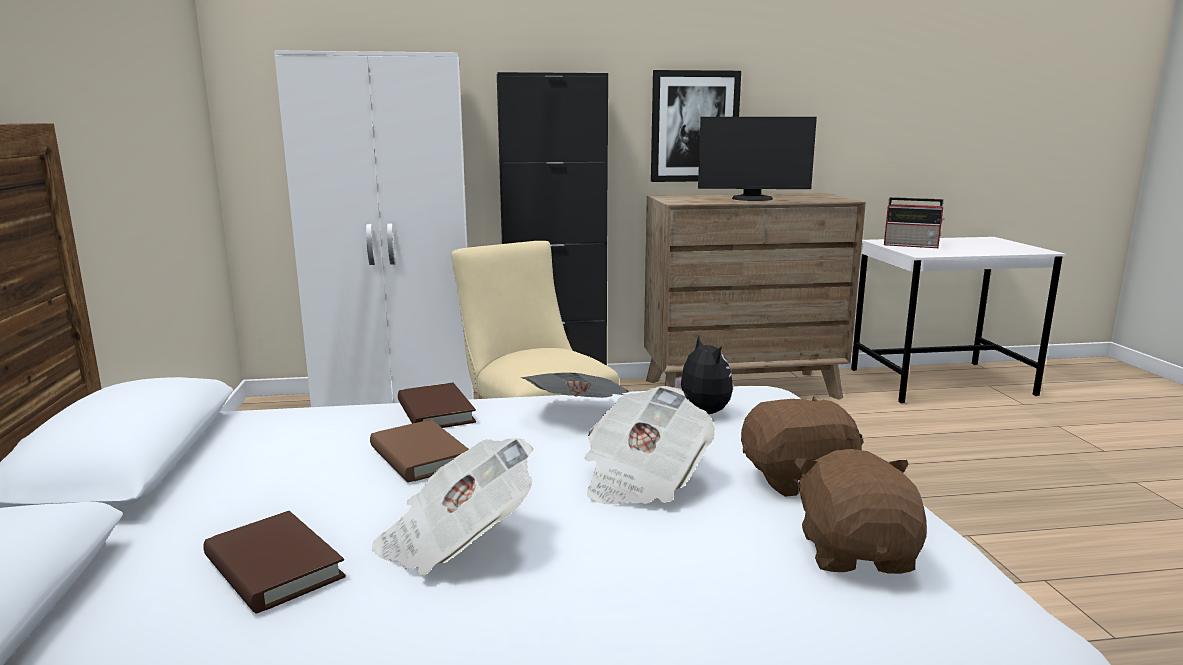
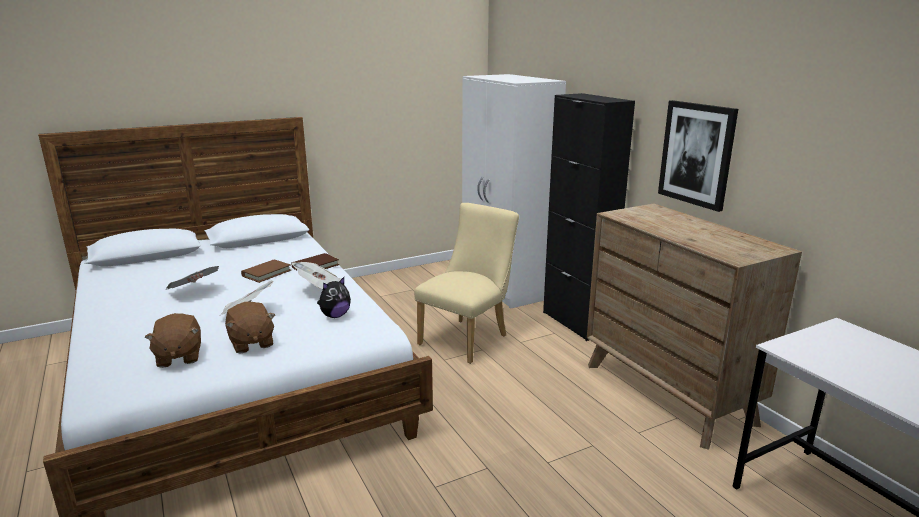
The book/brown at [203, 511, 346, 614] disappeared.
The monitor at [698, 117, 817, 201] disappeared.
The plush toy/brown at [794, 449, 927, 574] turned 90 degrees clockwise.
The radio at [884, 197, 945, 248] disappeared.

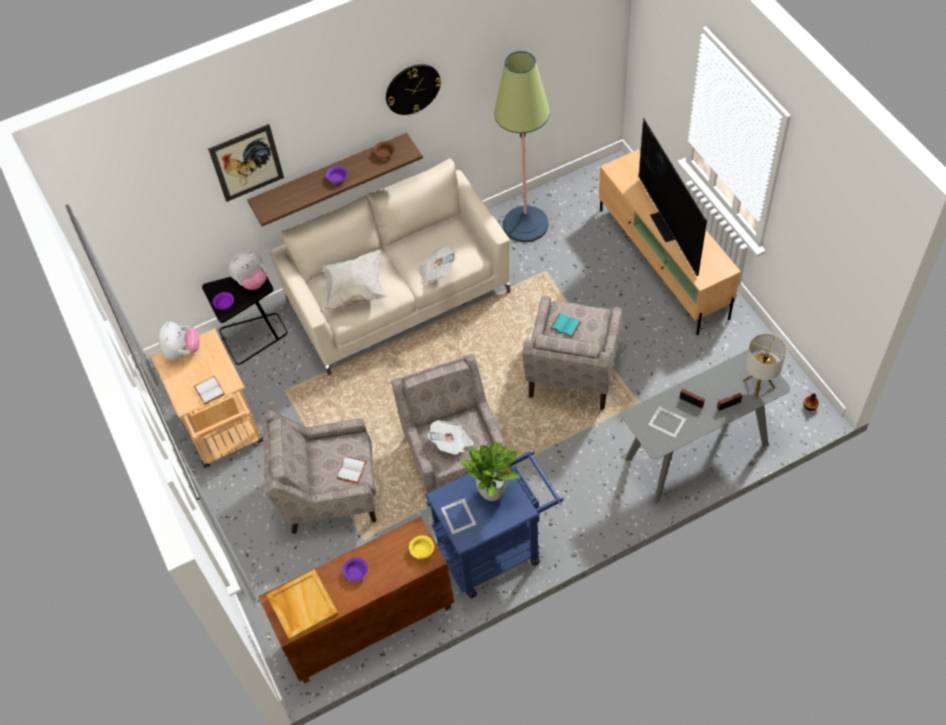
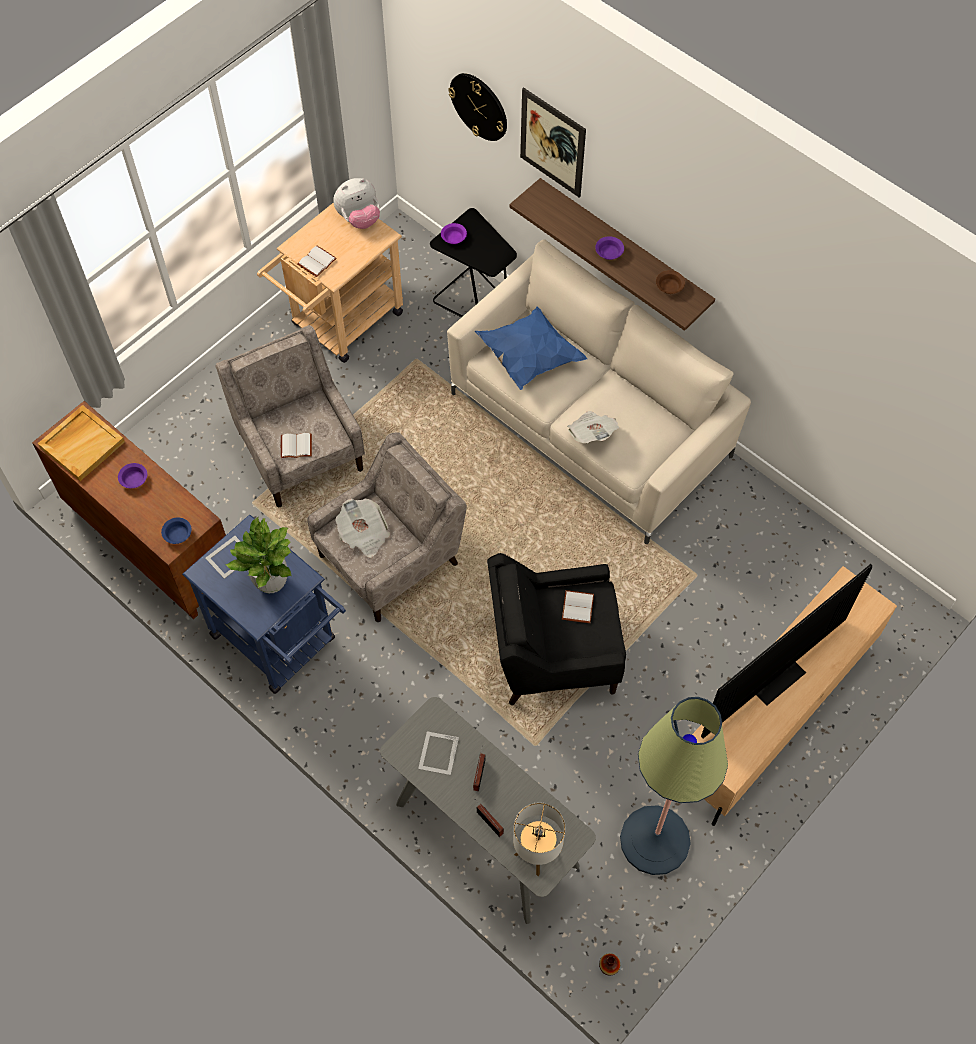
The plush toy at [228, 250, 267, 290] disappeared.
The pillow/white at [320, 250, 388, 311] became the pillow/blue at [475, 307, 587, 390].
The wall clock moved from [386, 64, 441, 115] to [448, 73, 507, 141].
The bowl/yellow at [409, 535, 434, 559] became the bowl/blue at [161, 517, 192, 544].
The floor lamp moved from [494, 51, 550, 242] to [620, 697, 728, 875].
The armchair/beige at [522, 296, 622, 410] became the armchair/black at [487, 553, 626, 705].
The book/turquoise at [550, 313, 581, 338] became the book/white at [562, 590, 594, 623].

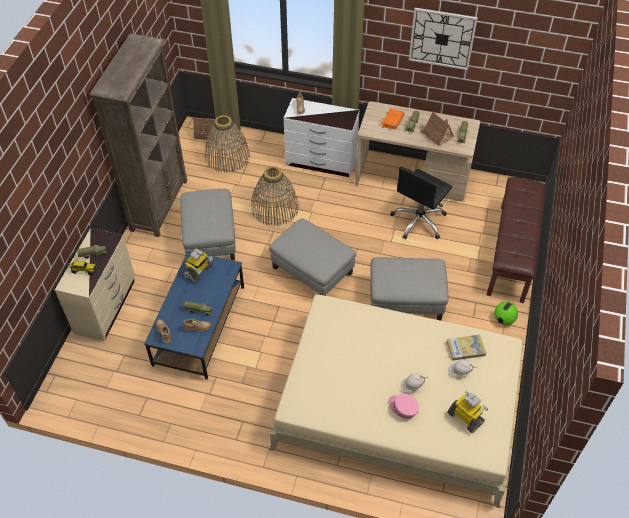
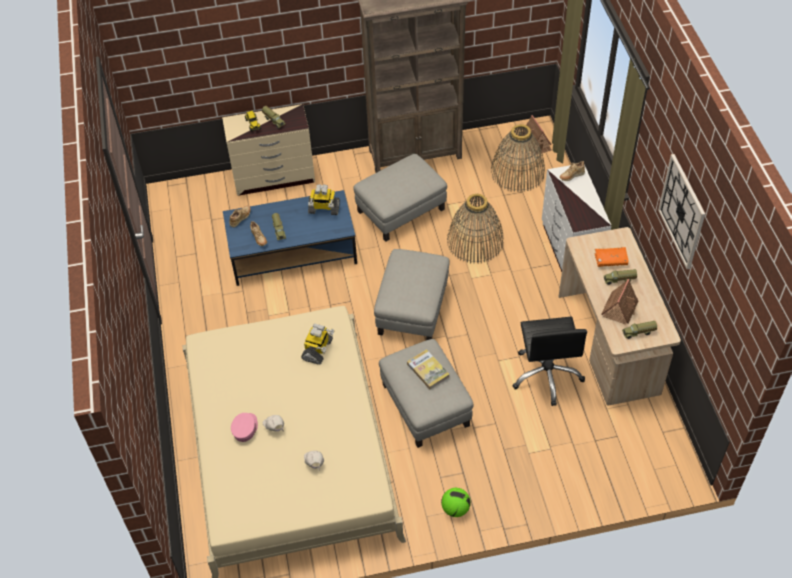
The office chair/black at [391, 167, 452, 240] turned 105 degrees counterclockwise.
The book moved from [446, 335, 486, 361] to [407, 349, 450, 389].
The toy robot moved from [447, 391, 488, 433] to [301, 324, 334, 365].
The bench/brown at [487, 177, 546, 303] disappeared.

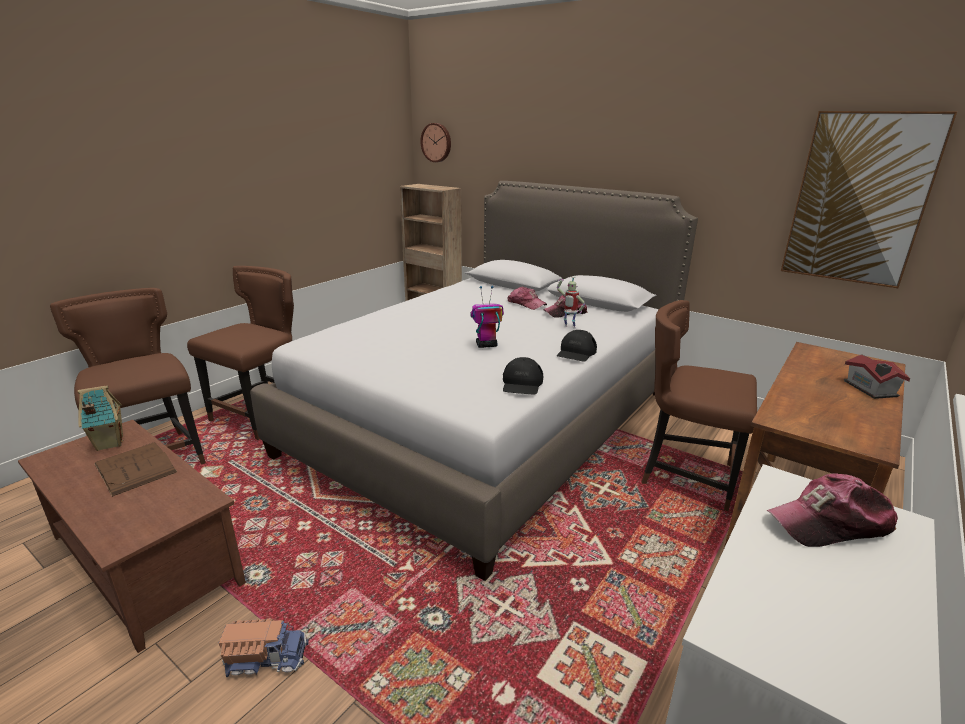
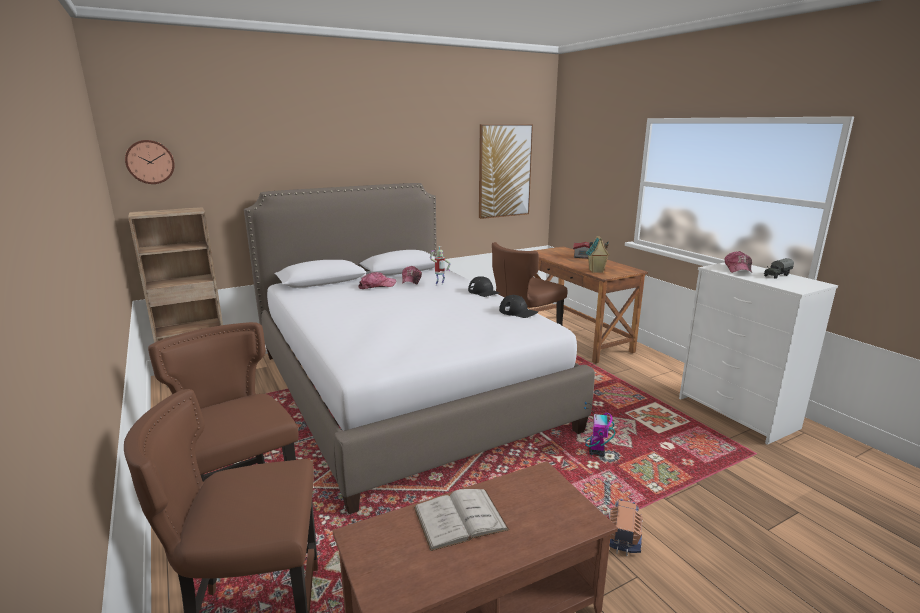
The toy house moved from [78, 385, 123, 451] to [586, 235, 610, 273].
The book/brown at [95, 442, 177, 497] became the book/white at [414, 489, 509, 551].
The toy robot moved from [470, 286, 504, 348] to [584, 402, 616, 457].
The toy truck at [764, 258, 794, 279] appeared.

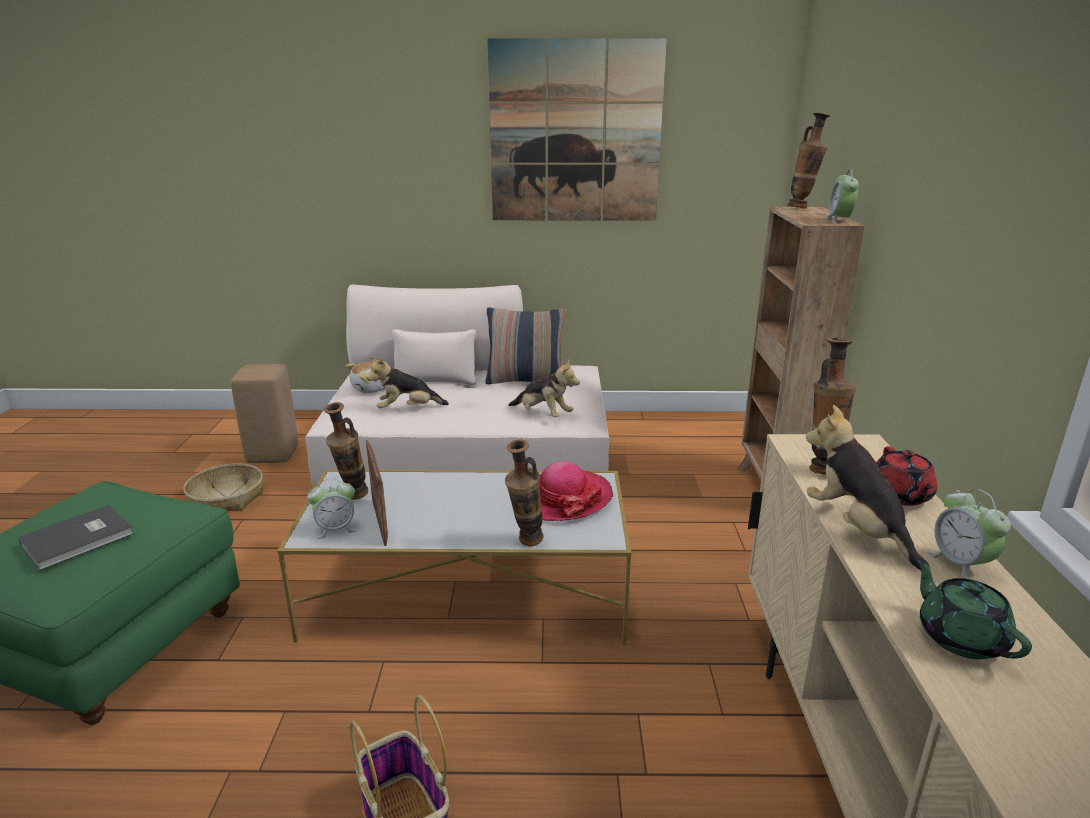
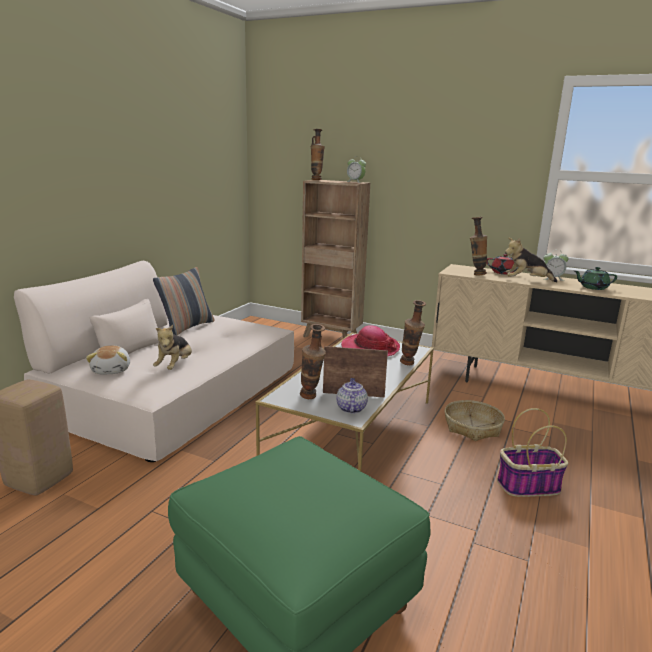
The book/grey at [18, 505, 134, 571] disappeared.
The basket moved from [183, 463, 263, 511] to [444, 400, 505, 441].
The alarm clock at [307, 478, 357, 539] was replaced by the teapot at [336, 378, 368, 414].
The picture at [488, 38, 667, 221] disappeared.
The plush toy at [509, 359, 580, 417] disappeared.

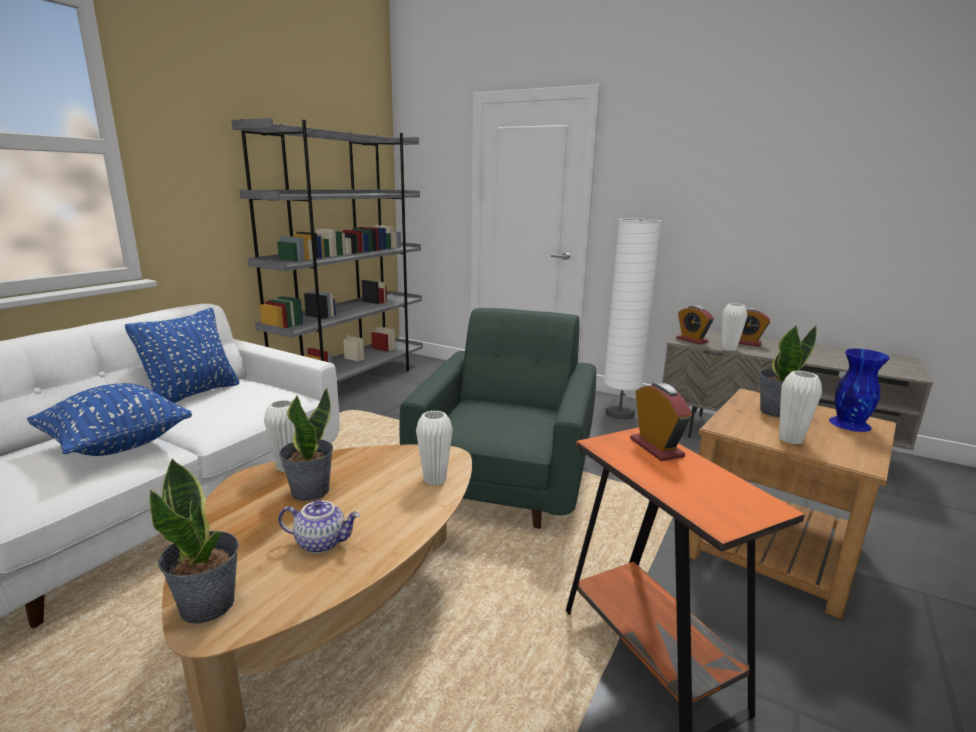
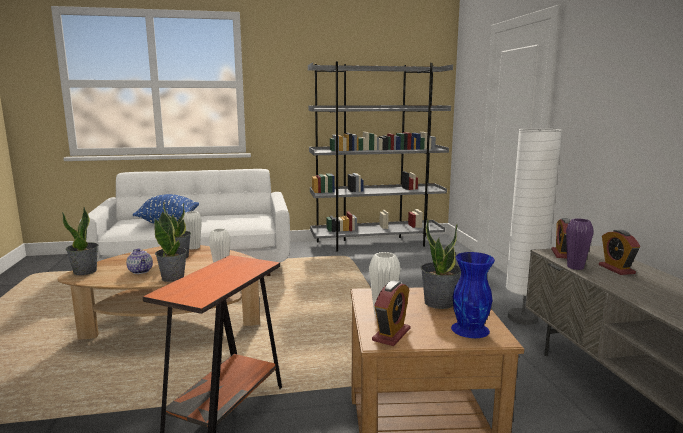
The pillow/blue at [125, 308, 239, 403] disappeared.
The armchair/green at [399, 308, 596, 529] disappeared.
The alarm clock moved from [630, 382, 692, 461] to [372, 280, 411, 346].
The vase/white at [722, 303, 747, 351] became the vase/purple at [566, 218, 594, 270].
The potted plant at [154, 211, 187, 282] appeared.

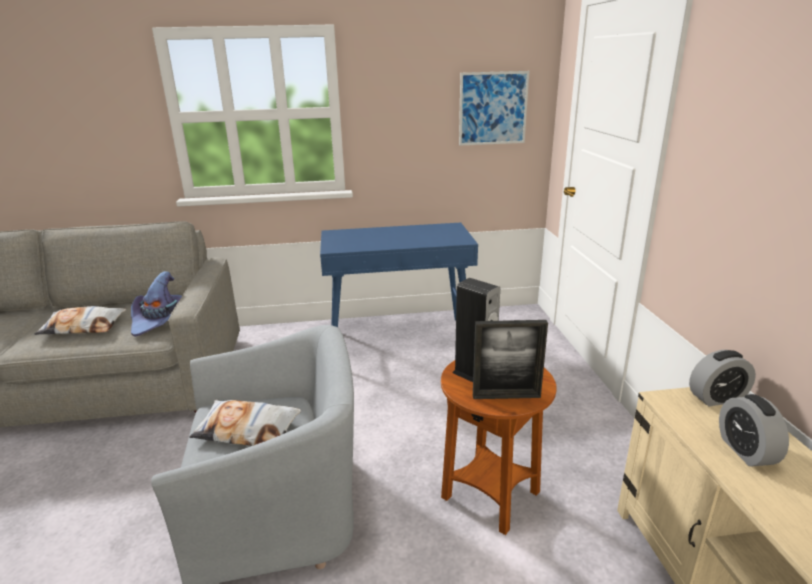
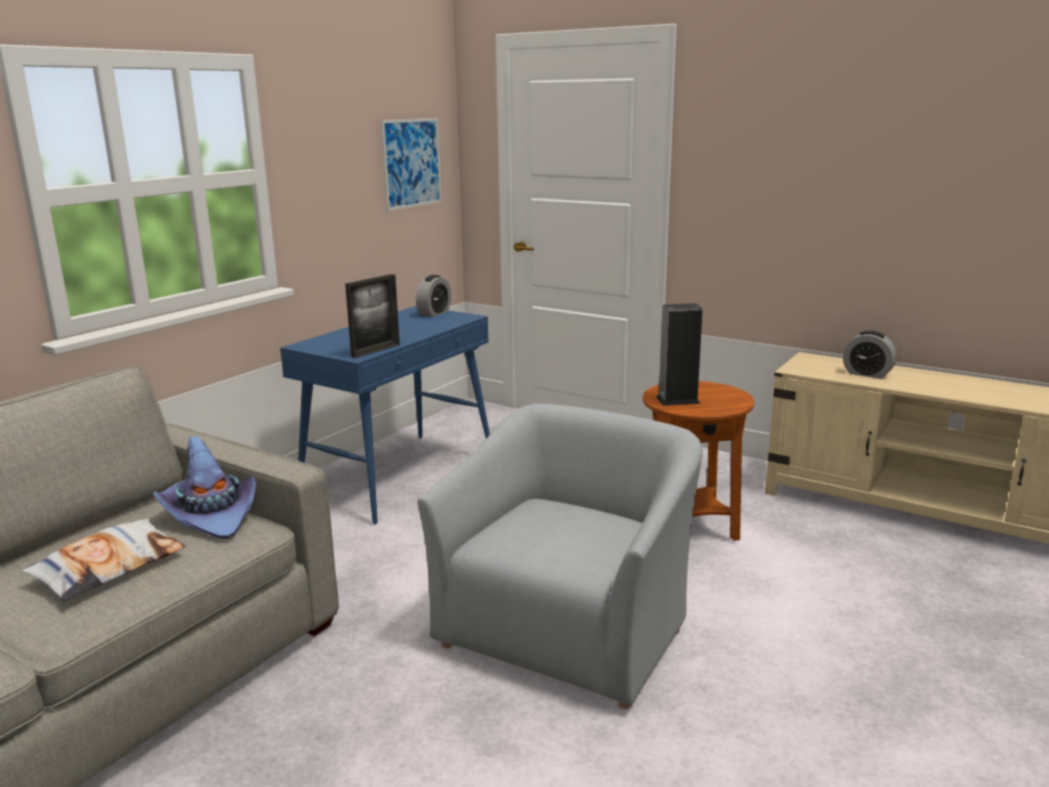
The pillow at [189, 400, 301, 446] disappeared.
The picture frame moved from [473, 320, 548, 399] to [345, 274, 400, 358].
The alarm clock moved from [689, 350, 756, 406] to [416, 275, 451, 317].

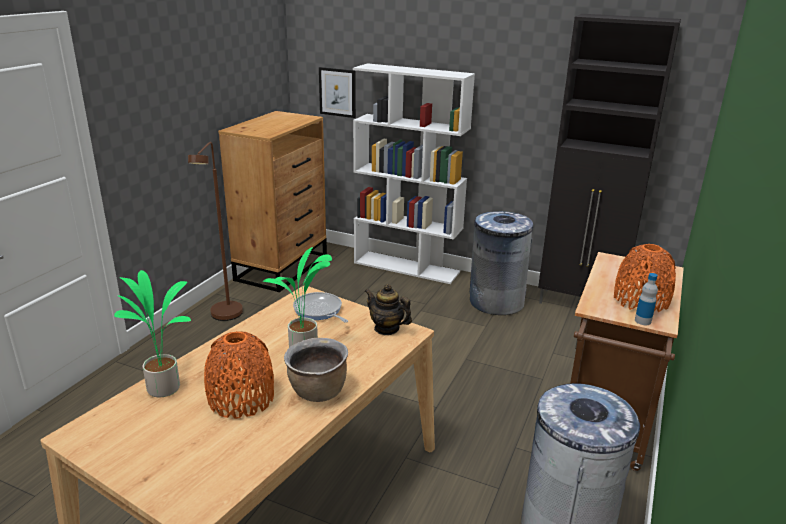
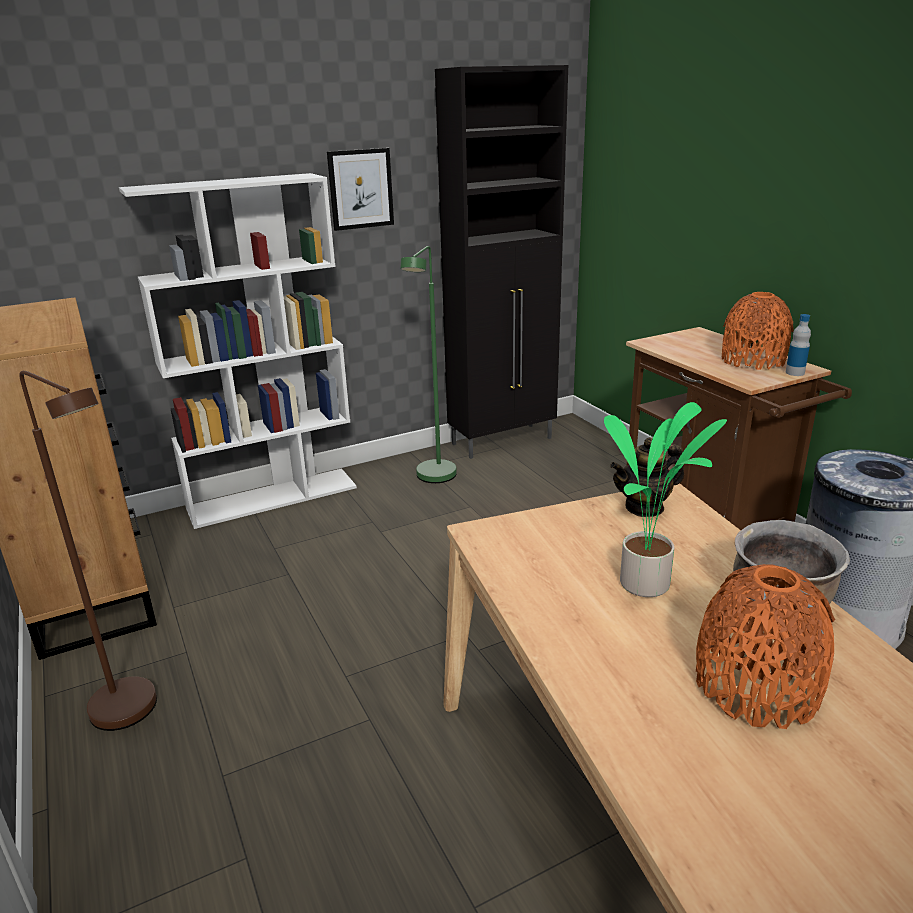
The potted plant at [114, 270, 191, 397] disappeared.
The frying pan at [293, 292, 348, 323] disappeared.
The picture moved from [319, 67, 356, 118] to [327, 148, 394, 231].
The trash can/grey at [470, 211, 533, 315] was replaced by the floor lamp/green at [400, 246, 457, 483].

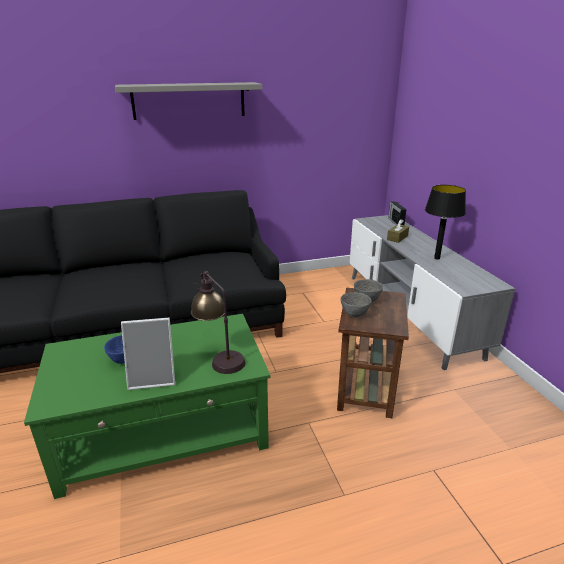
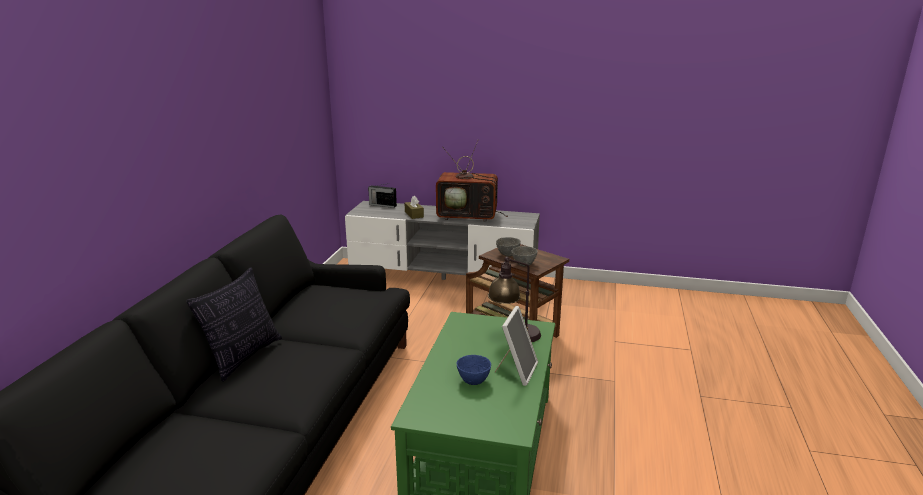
The shelf/grey at [115, 82, 262, 120] disappeared.
The table lamp/black at [425, 185, 466, 260] was replaced by the television at [436, 141, 508, 222].
The pillow at [187, 267, 282, 382] appeared.

